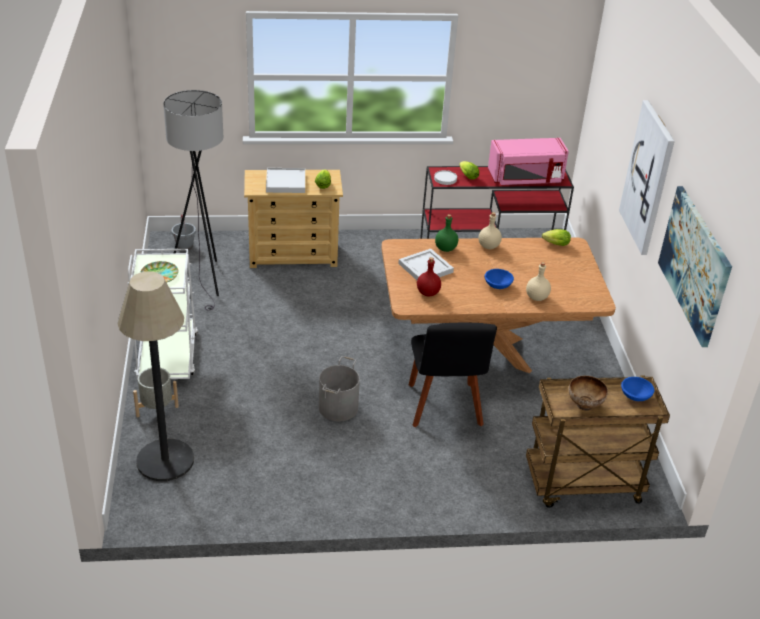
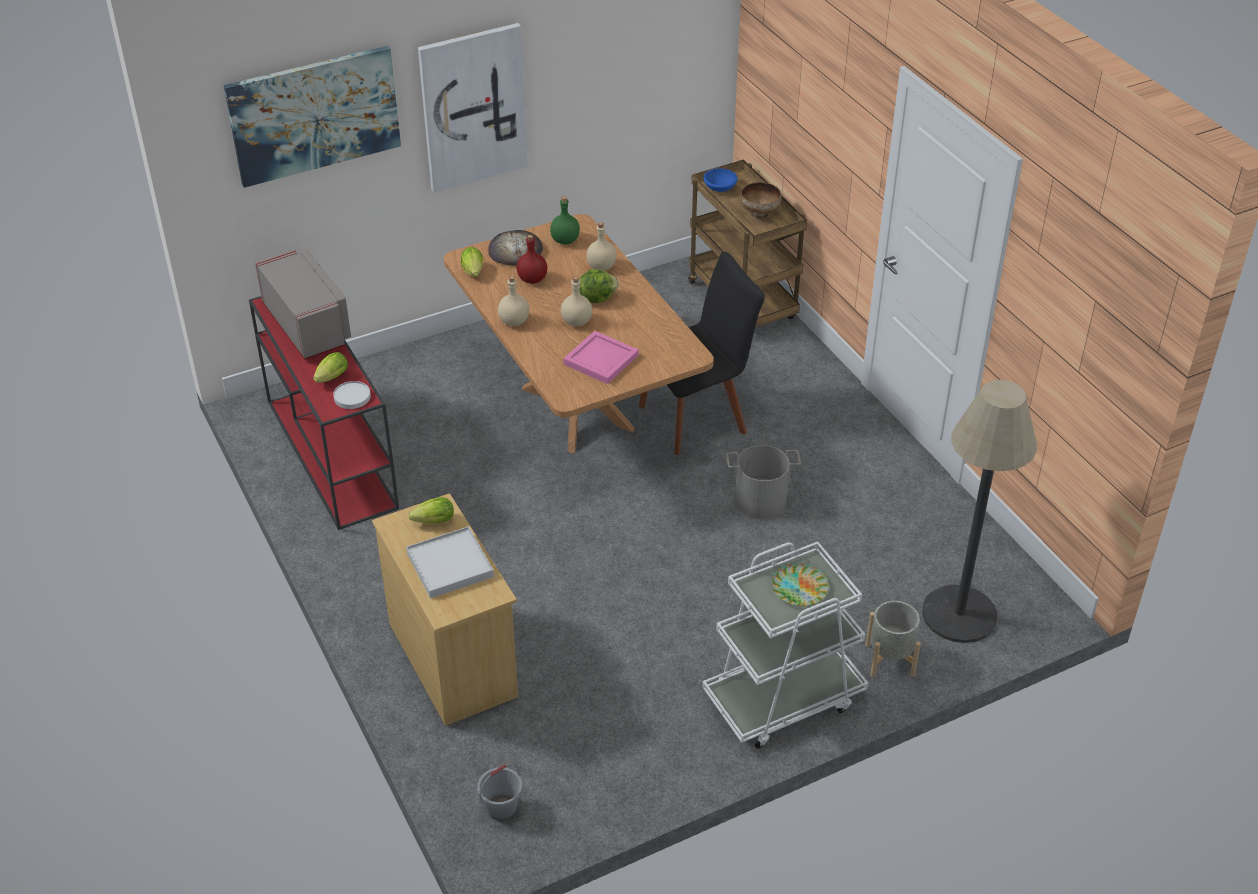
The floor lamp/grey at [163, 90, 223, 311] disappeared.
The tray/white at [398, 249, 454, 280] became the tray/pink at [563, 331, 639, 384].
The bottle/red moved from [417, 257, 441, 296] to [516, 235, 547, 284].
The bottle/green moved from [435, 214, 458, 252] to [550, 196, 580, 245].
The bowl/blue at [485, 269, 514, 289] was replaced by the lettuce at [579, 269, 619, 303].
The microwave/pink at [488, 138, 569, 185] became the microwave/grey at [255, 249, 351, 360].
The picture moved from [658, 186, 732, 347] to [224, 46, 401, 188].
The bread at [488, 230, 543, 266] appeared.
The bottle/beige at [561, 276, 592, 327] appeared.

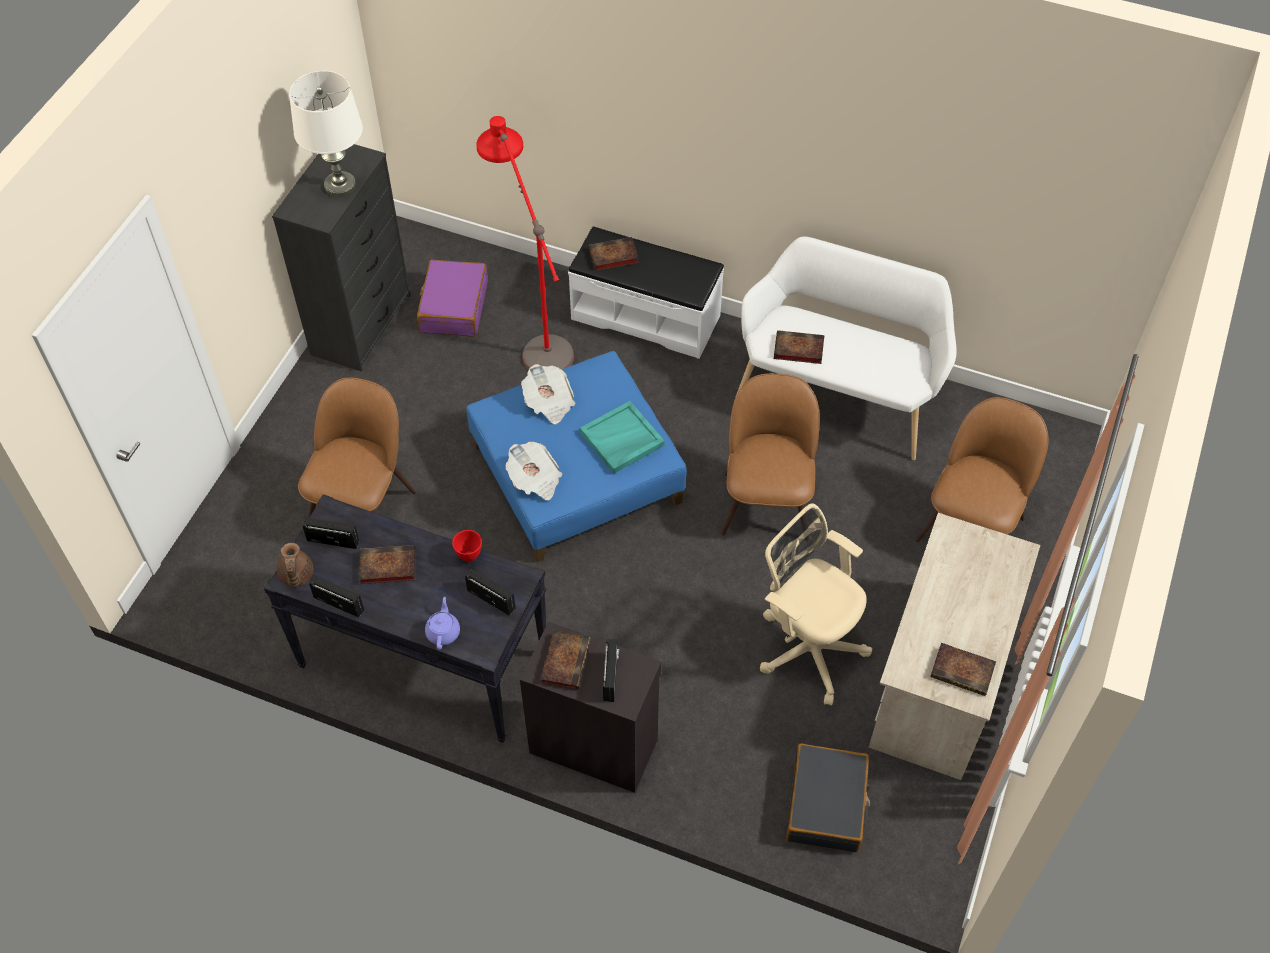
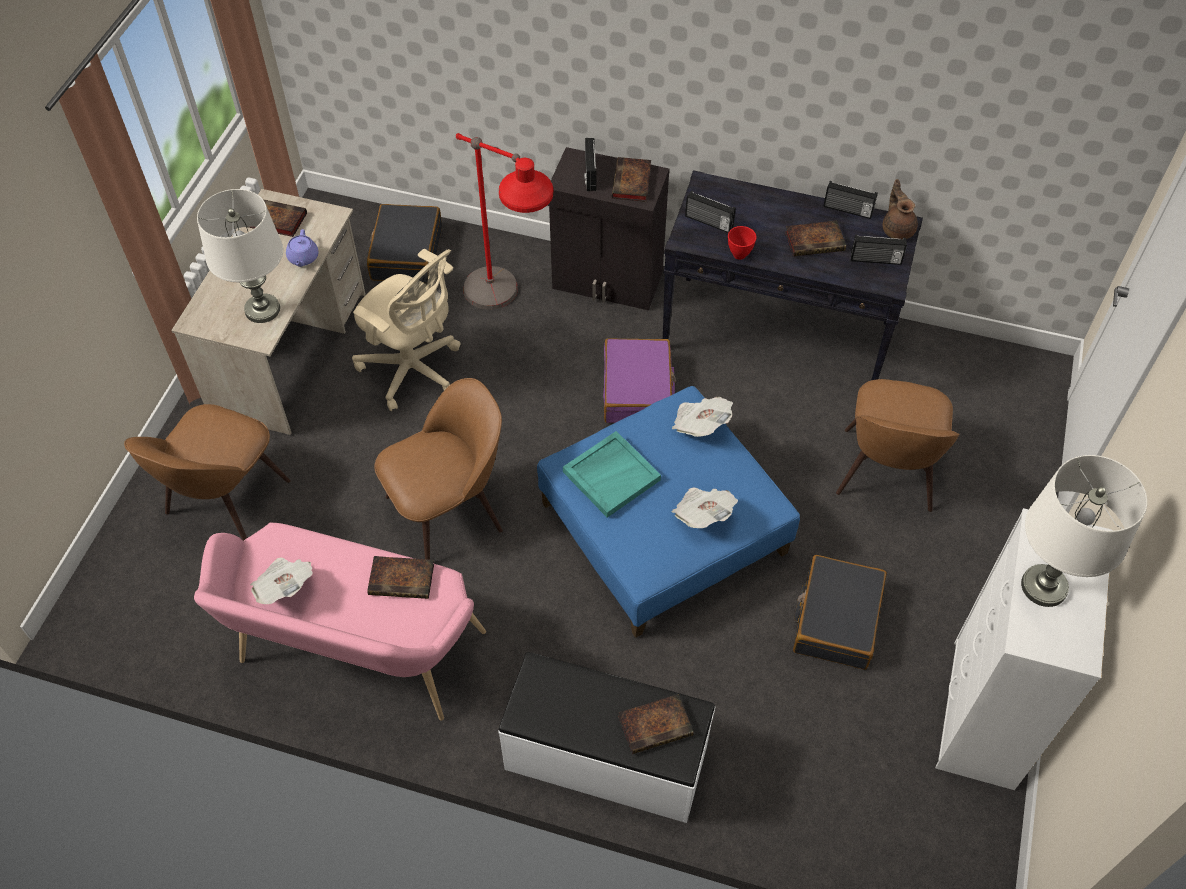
The dresser/black at [272, 144, 411, 372] became the dresser/white at [936, 508, 1113, 790].
The suitcase/purple moved from [417, 260, 488, 337] to [603, 338, 676, 423].
The teapot/purple moved from [425, 597, 460, 650] to [286, 229, 318, 267].
The floor lamp/red moved from [476, 116, 574, 370] to [456, 133, 554, 310].
The chair/brown at [721, 373, 820, 536] turned 120 degrees counterclockwise.
The bench/white at [735, 237, 956, 460] became the bench/pink at [194, 522, 486, 721].
The table lamp/white at [197, 189, 283, 323] appeared.
The newspaper at [250, 557, 313, 604] appeared.
The suitcase/black at [793, 555, 887, 670] appeared.

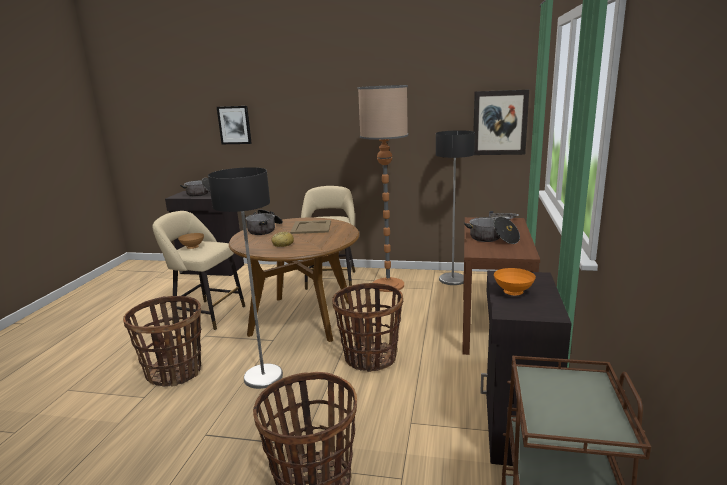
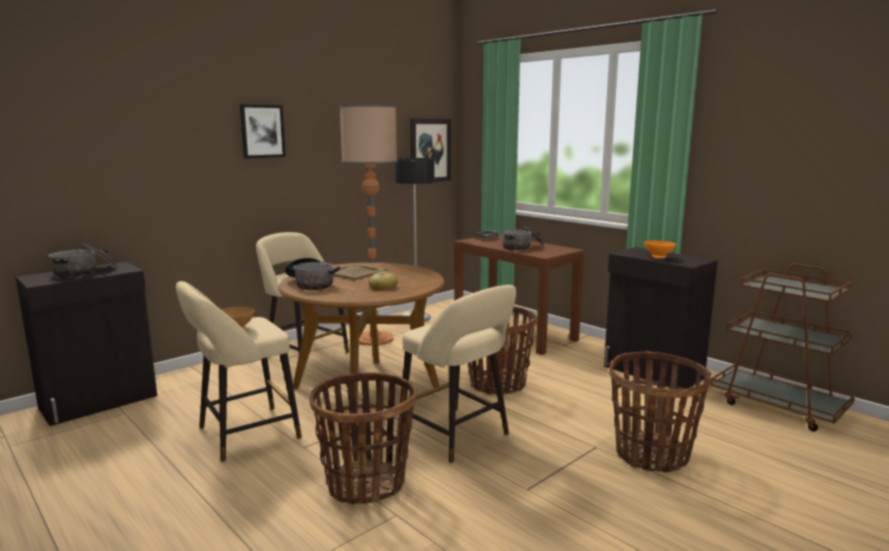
The floor lamp at [208, 167, 283, 389] was replaced by the stool/beige at [403, 285, 516, 464].
The picture moved from [217, 106, 252, 144] to [240, 104, 286, 158].

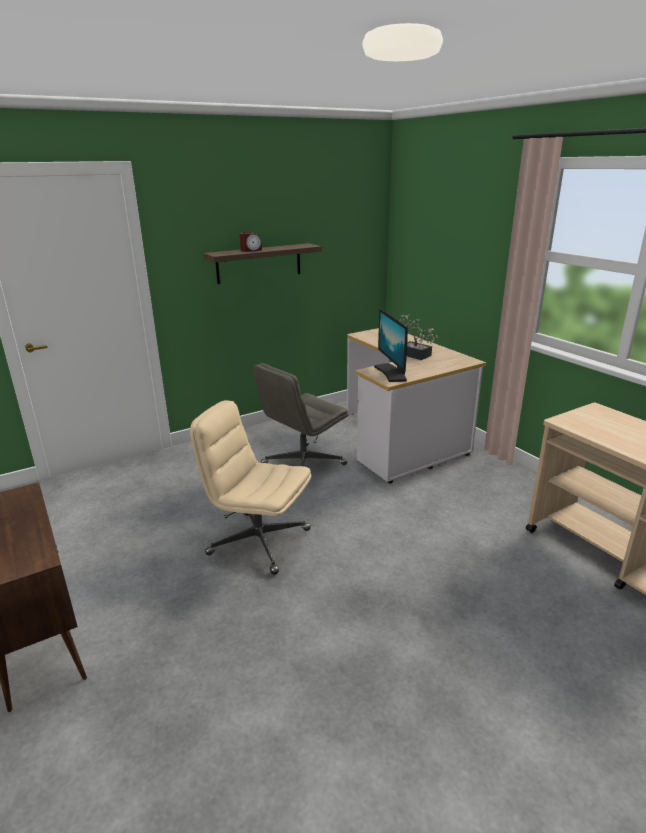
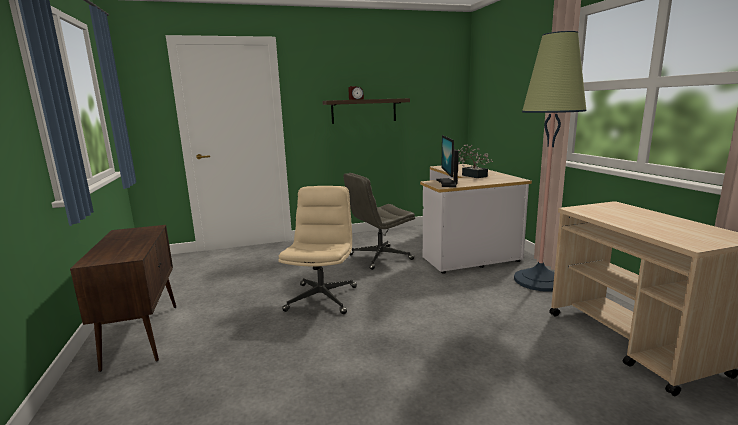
The office chair/beige at [190, 400, 311, 575] turned 60 degrees clockwise.
The floor lamp at [514, 31, 587, 292] appeared.

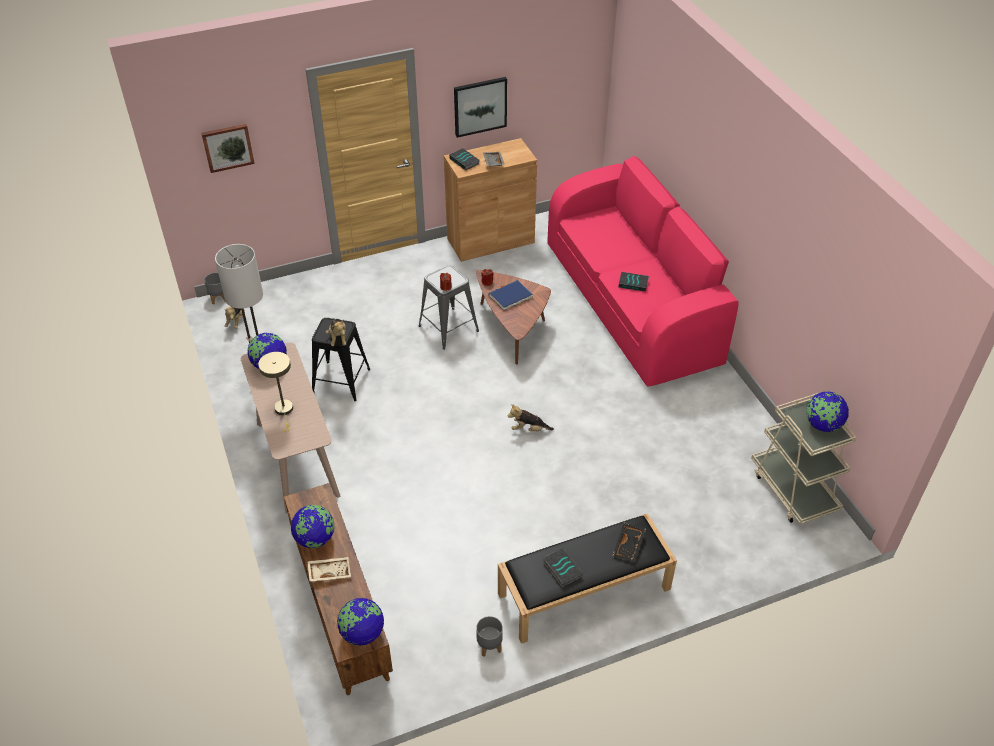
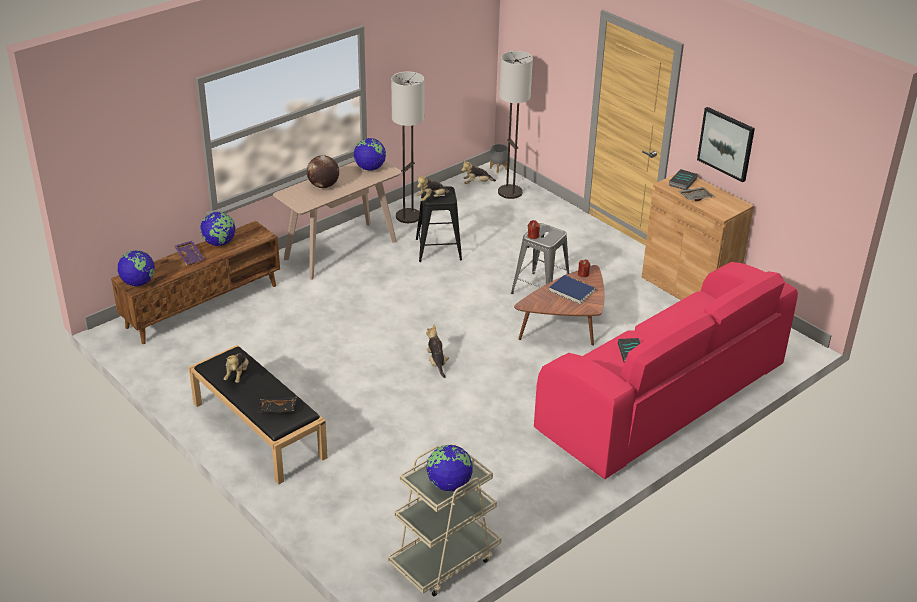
The picture at [201, 124, 255, 173] disappeared.
The table lamp/beige at [258, 352, 293, 432] was replaced by the globe at [307, 155, 339, 188].
The tray/beige at [307, 557, 351, 582] became the tray/purple at [175, 241, 204, 265].
The planter/grey at [476, 616, 503, 657] disappeared.
The book at [543, 548, 583, 587] was replaced by the plush toy at [224, 354, 249, 383].
The floor lamp at [498, 51, 533, 199] appeared.

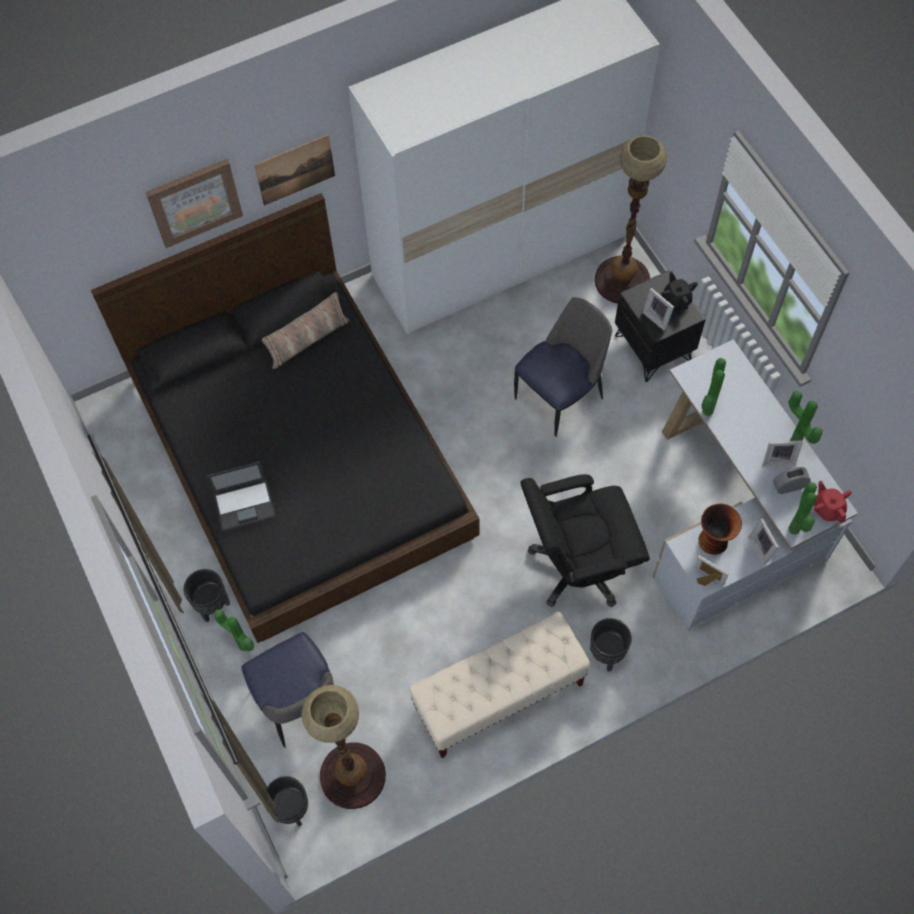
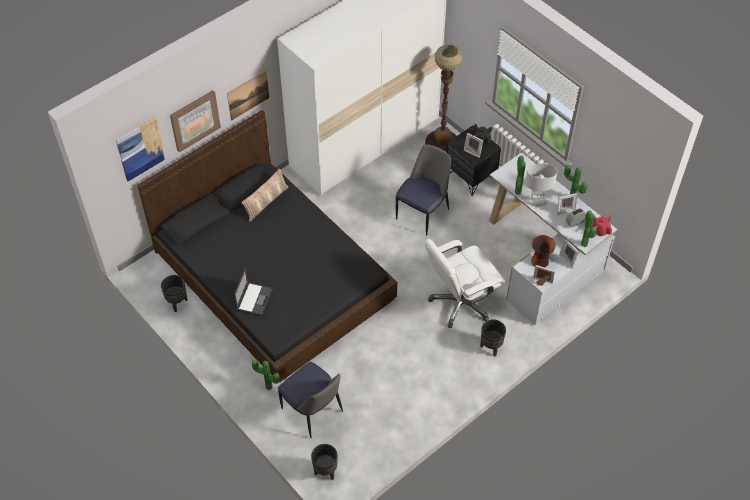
The planter/black moved from [184, 569, 230, 622] to [161, 275, 188, 312].
The laptop at [206, 461, 276, 531] turned 45 degrees counterclockwise.
The floor lamp at [301, 685, 386, 809] disappeared.
The bench/beige at [409, 612, 590, 758] disappeared.
The office chair/black at [520, 474, 650, 607] became the office chair/white at [424, 239, 505, 328].
The picture at [116, 117, 165, 181] appeared.
The table lamp/white at [525, 163, 557, 206] appeared.

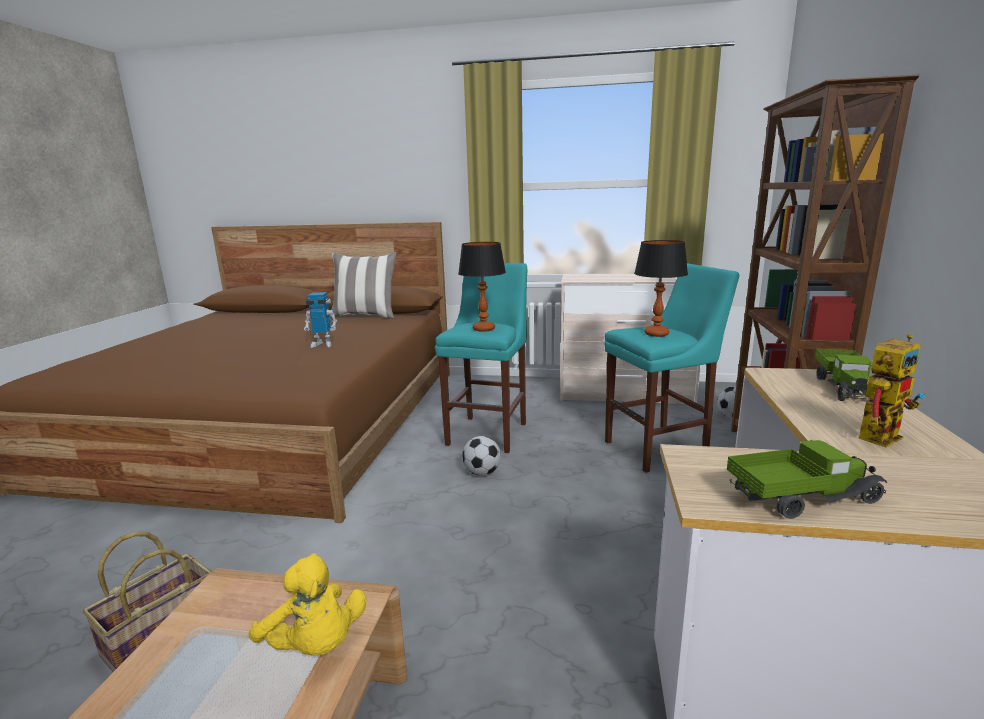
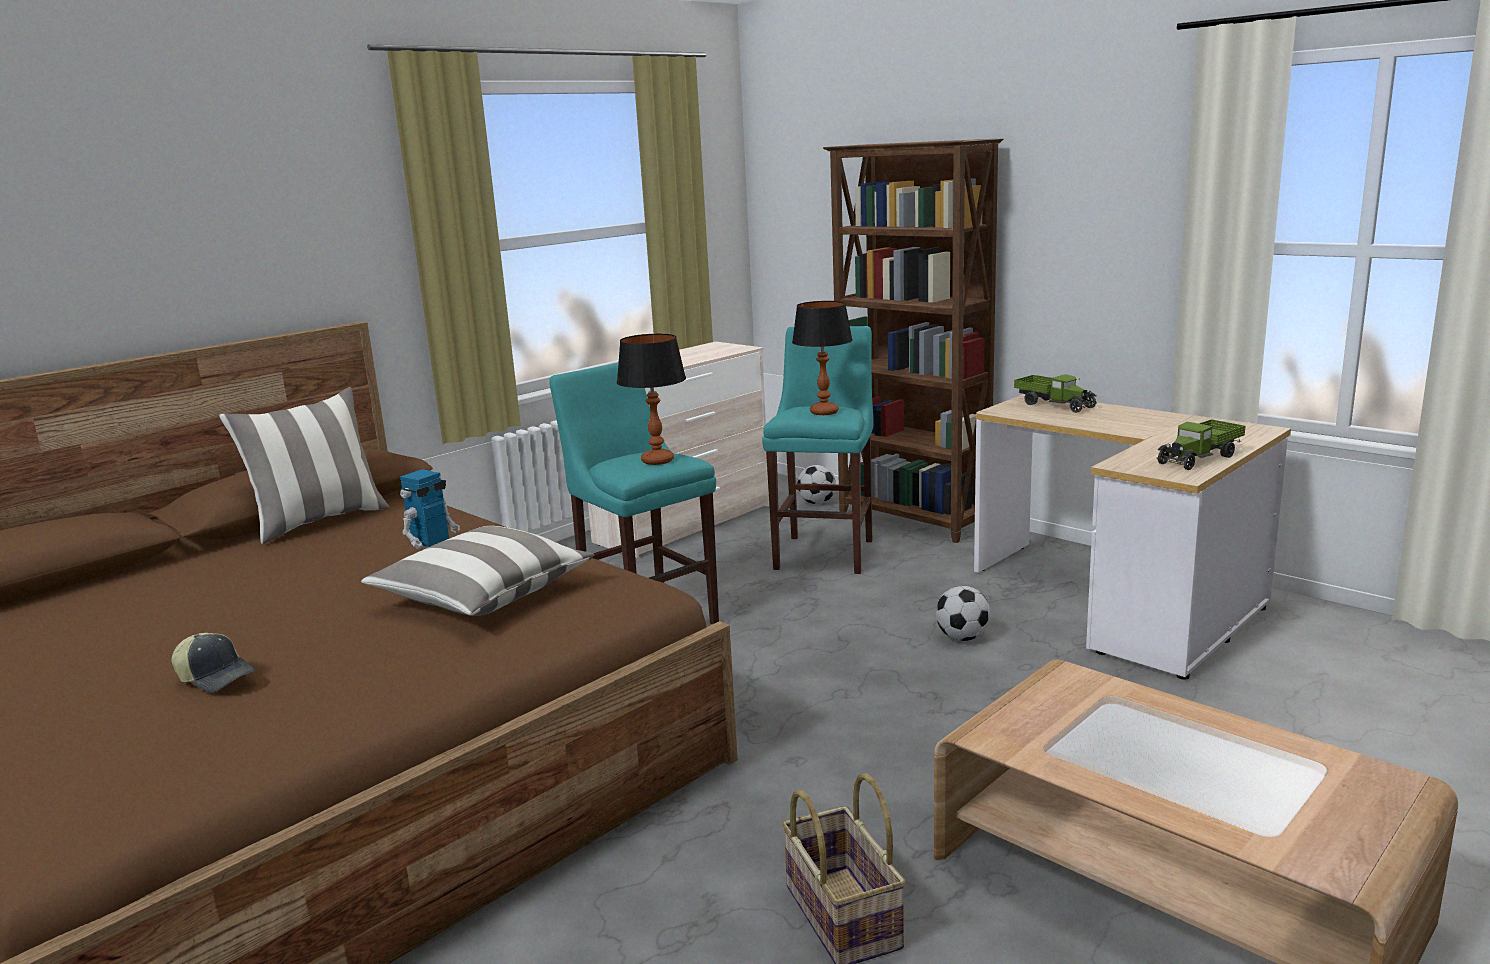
The plush toy/yellow at [248, 553, 366, 656] disappeared.
The football moved from [462, 436, 501, 476] to [936, 586, 990, 641].
The toy truck at [727, 440, 887, 519] turned 150 degrees counterclockwise.
The toy robot at [859, 334, 925, 447] disappeared.
The cap at [171, 633, 256, 692] appeared.
The pillow at [361, 526, 594, 616] appeared.

